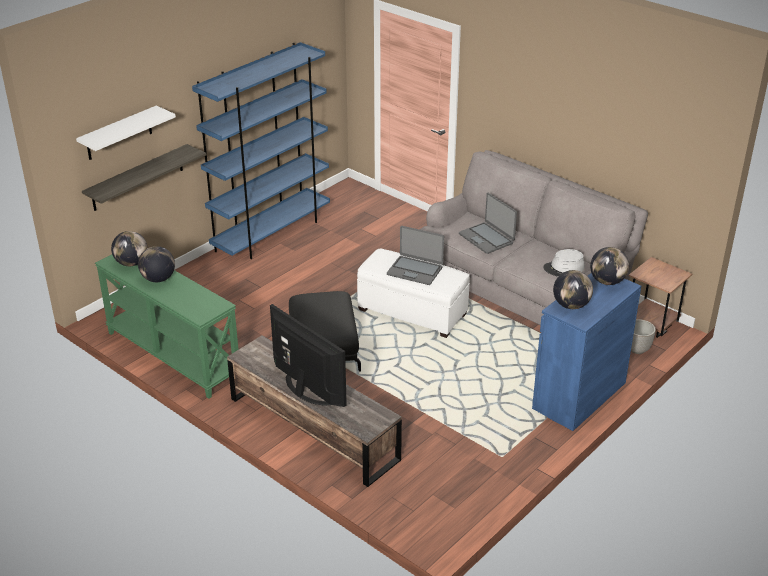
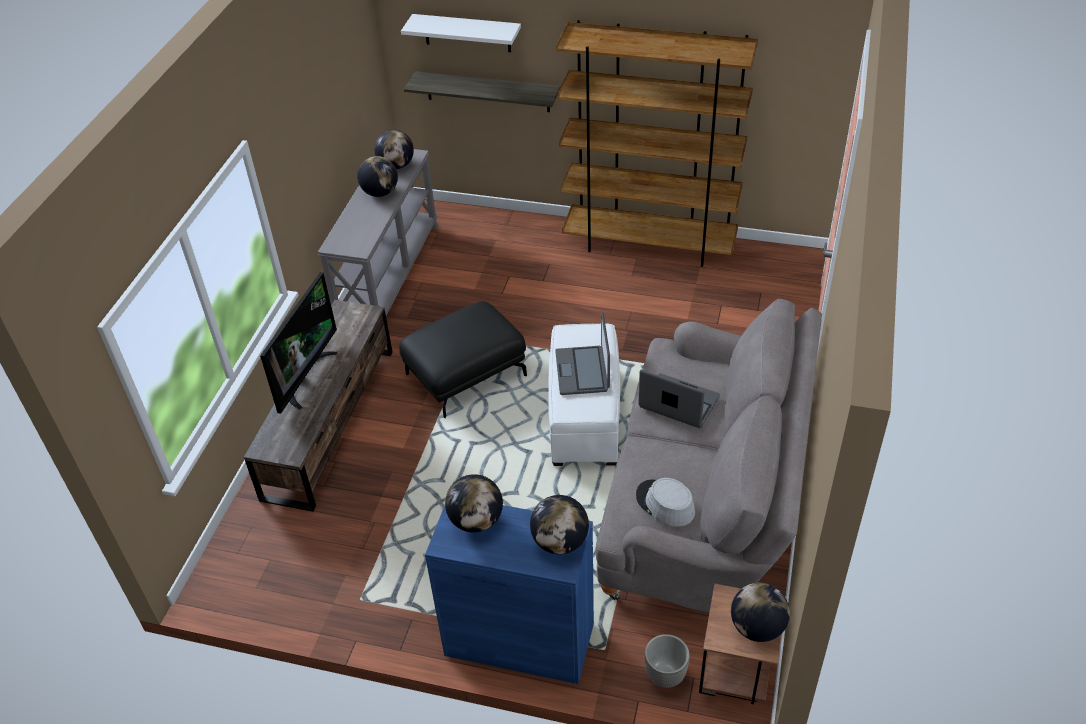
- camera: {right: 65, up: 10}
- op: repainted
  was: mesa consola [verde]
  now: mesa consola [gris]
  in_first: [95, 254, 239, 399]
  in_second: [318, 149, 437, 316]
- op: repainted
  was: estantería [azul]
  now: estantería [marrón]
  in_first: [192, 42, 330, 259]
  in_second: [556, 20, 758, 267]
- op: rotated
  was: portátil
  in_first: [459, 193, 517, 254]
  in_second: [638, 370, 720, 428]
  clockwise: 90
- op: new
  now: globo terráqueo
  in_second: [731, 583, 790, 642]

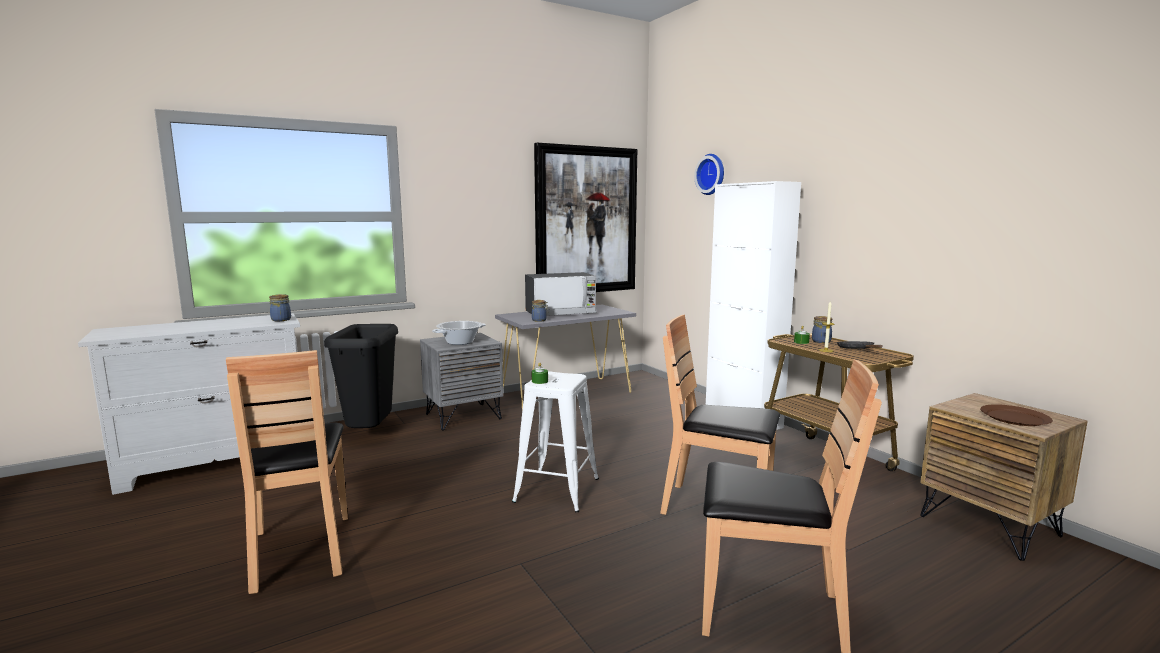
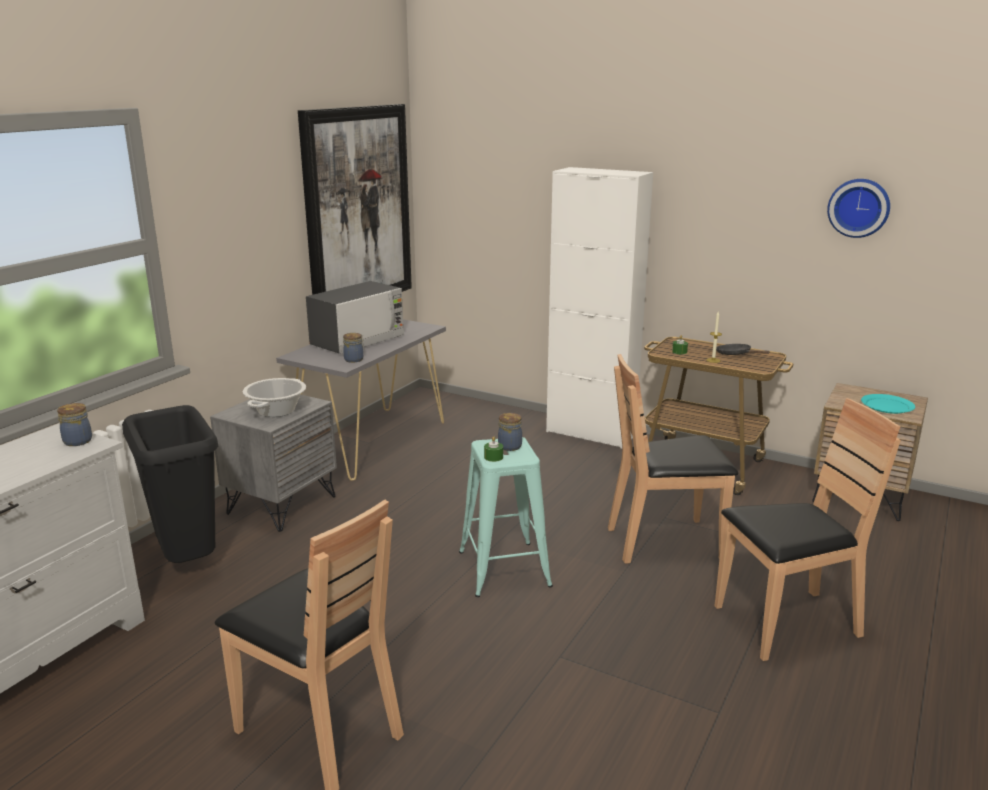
- camera: {right: -30, up: 10}
- op: repainted
  was: taburete [blanco]
  now: taburete [turquesa]
  in_first: [512, 371, 599, 513]
  in_second: [459, 437, 553, 597]
- op: shifted
  was: reloj de pared
  in_first: [694, 154, 724, 195]
  in_second: [827, 179, 890, 238]
- op: shifted
  was: tarro
  in_first: [812, 316, 833, 343]
  in_second: [498, 413, 522, 451]
- op: repainted
  was: plato [marrón]
  now: plato [turquesa]
  in_first: [980, 404, 1053, 426]
  in_second: [861, 394, 915, 414]

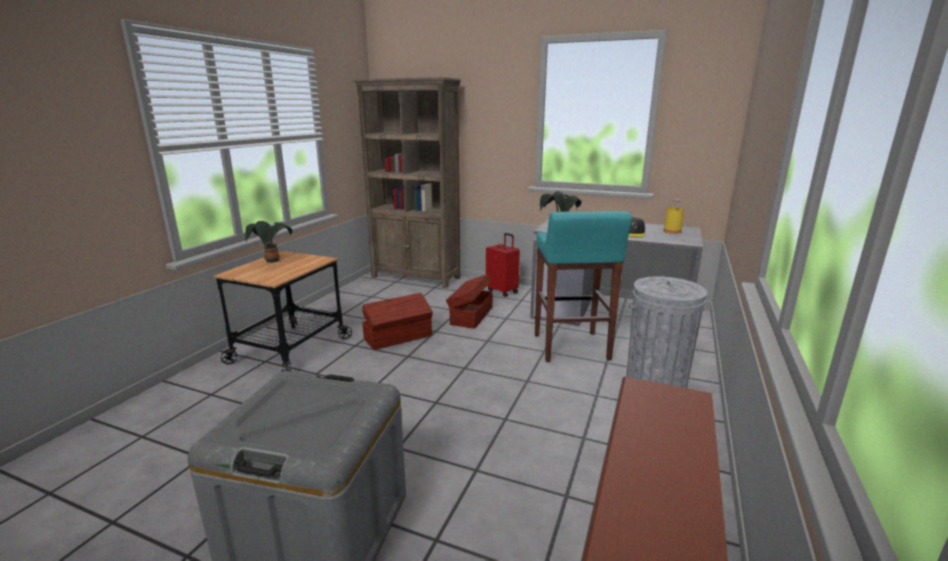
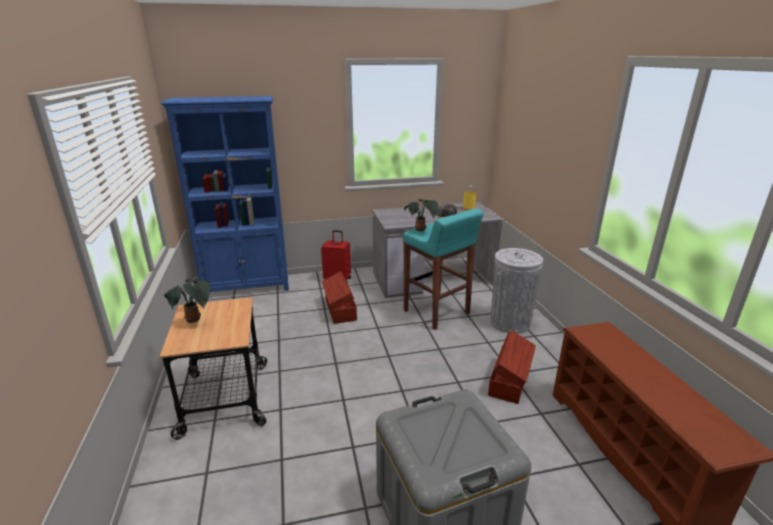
- camera: {right: -35, up: 5}
- op: repainted
  was: estantería [marrón]
  now: estantería [azul]
  in_first: [353, 77, 461, 288]
  in_second: [161, 96, 289, 292]
- op: shifted
  was: caja de almacenaje [marrón]
  in_first: [362, 293, 433, 350]
  in_second: [488, 330, 536, 404]

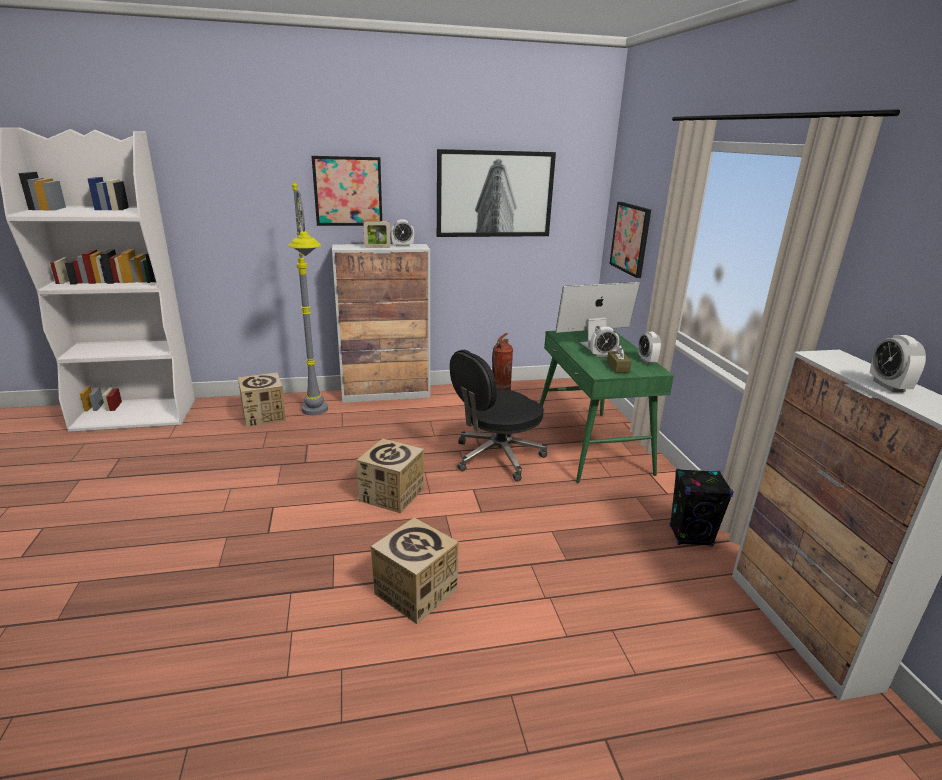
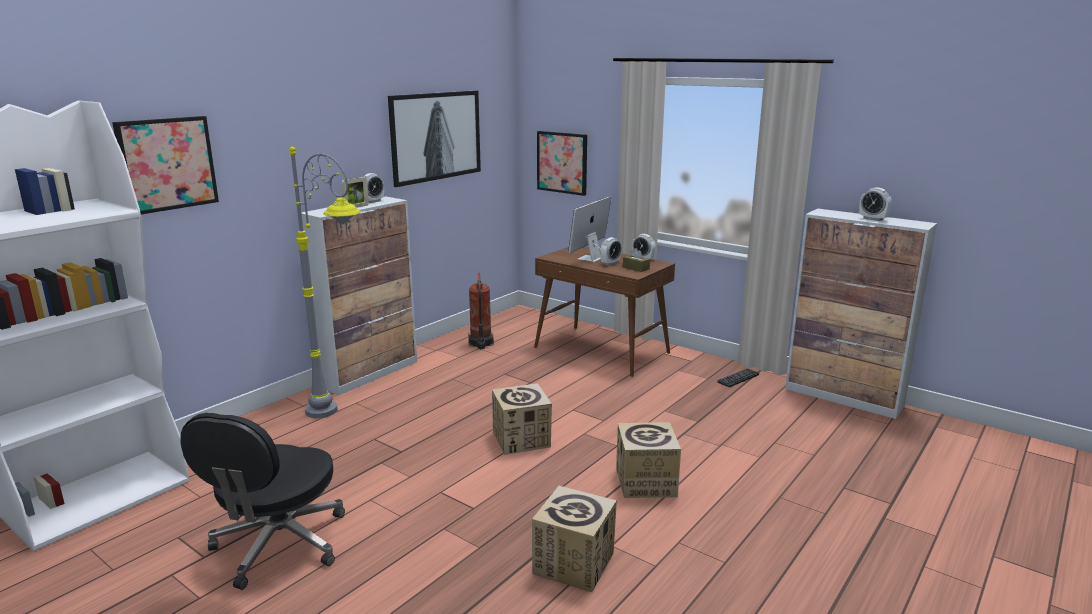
- camera: {right: -40, up: -5}
- op: shifted
  was: caja de cartón
  in_first: [238, 372, 286, 427]
  in_second: [532, 486, 617, 592]
- op: shifted
  was: cuadro
  in_first: [312, 156, 382, 226]
  in_second: [112, 116, 219, 214]
- op: shifted
  was: silla de oficina [negro]
  in_first: [450, 350, 547, 481]
  in_second: [180, 413, 345, 590]
- op: repainted
  was: escritorio [verde]
  now: escritorio [marrón]
  in_first: [540, 330, 674, 483]
  in_second: [534, 247, 675, 377]
- op: swapped
  was: altavoz [negro]
  now: teclado
  in_first: [670, 469, 733, 547]
  in_second: [717, 368, 759, 387]

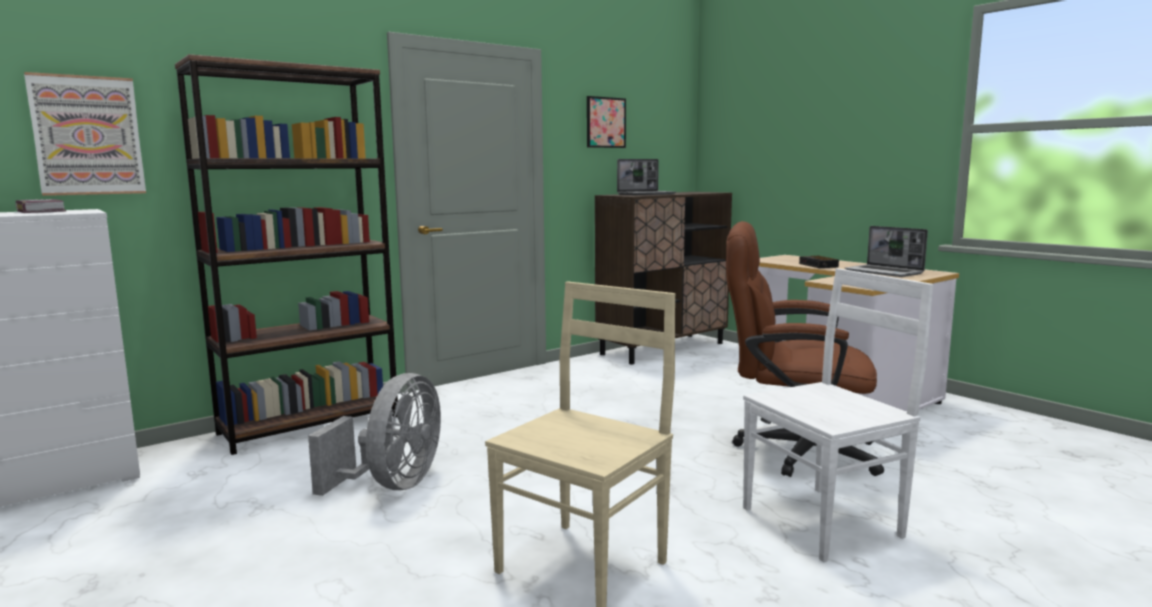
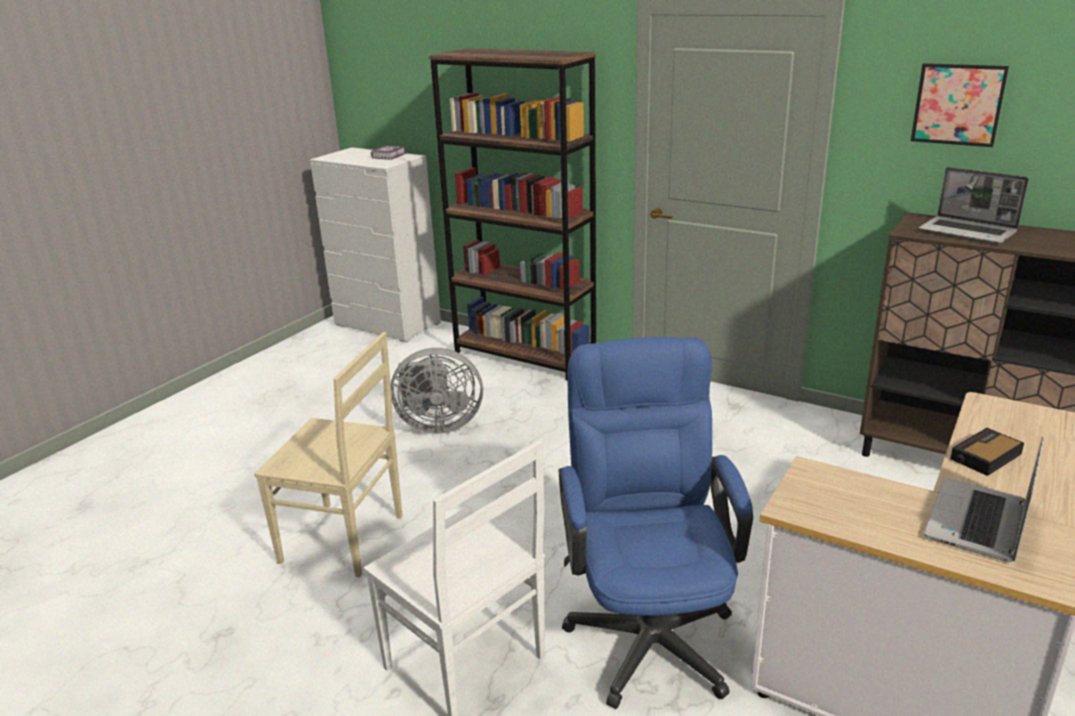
- camera: {right: 70, up: 15}
- op: gone
  was: cuadro
  in_first: [24, 72, 146, 196]
- op: repainted
  was: silla de oficina [marrón]
  now: silla de oficina [azul]
  in_first: [726, 221, 884, 477]
  in_second: [559, 337, 753, 709]

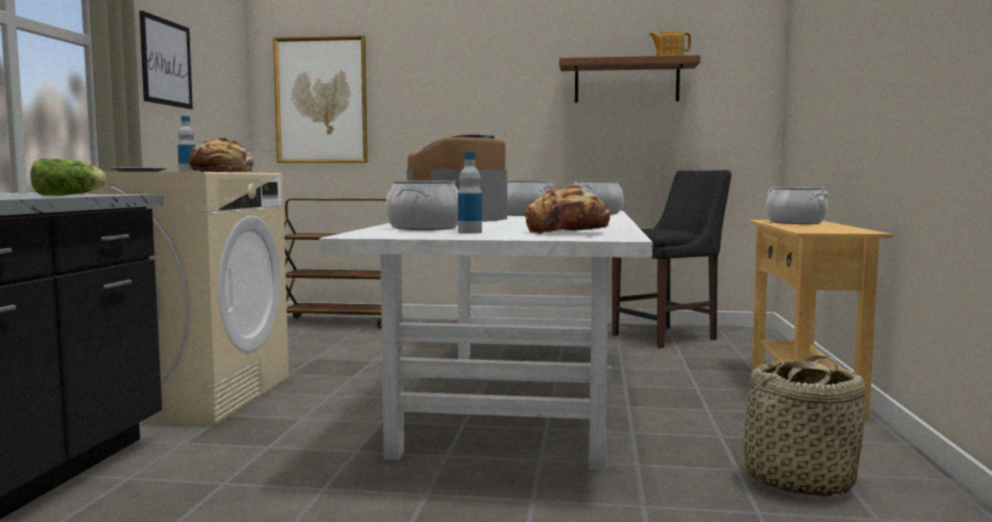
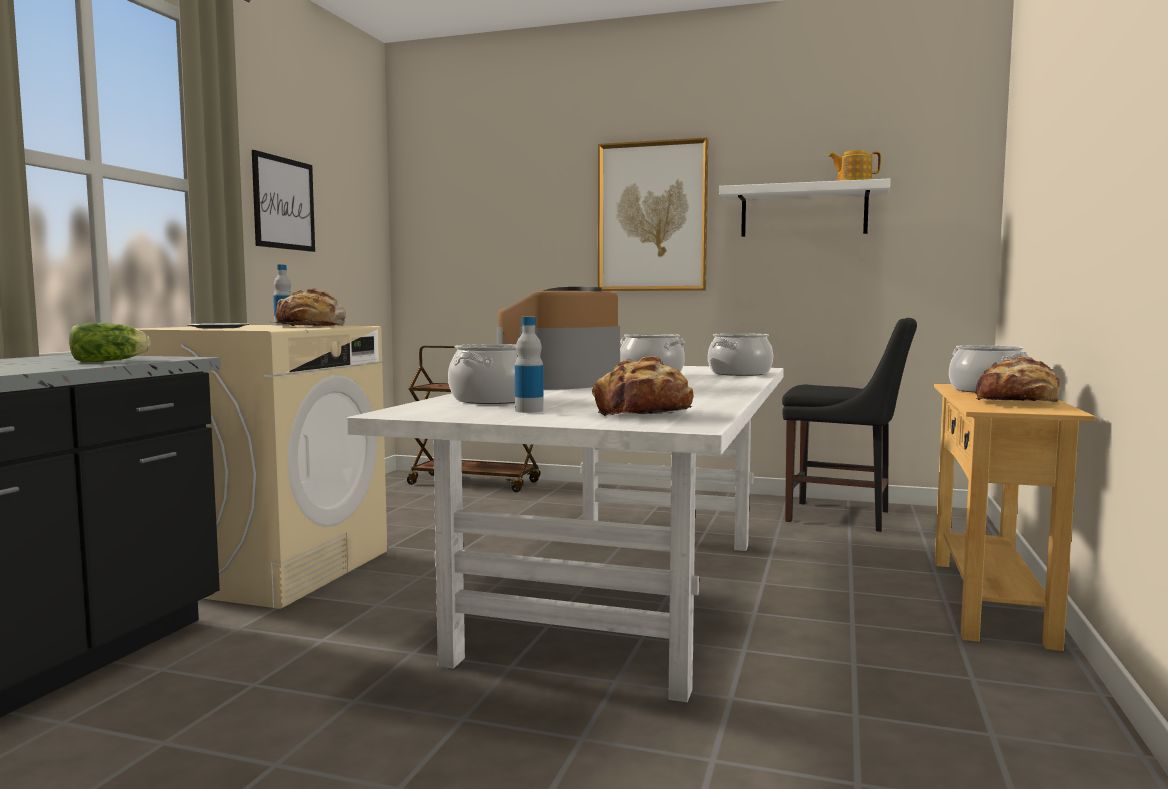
- camera: {right: 10, up: 0}
- op: shifted
  was: cuadro
  in_first: [273, 35, 368, 163]
  in_second: [598, 137, 708, 291]
- op: repainted
  was: estante [marrón]
  now: estante [blanco]
  in_first: [559, 55, 700, 103]
  in_second: [719, 178, 890, 237]
- op: rotated
  was: silla [negro]
  in_first: [612, 170, 732, 348]
  in_second: [782, 318, 917, 532]
  clockwise: 45
- op: gone
  was: cesta
  in_first: [731, 355, 866, 498]
- op: new
  now: pan
  in_second: [975, 357, 1060, 403]

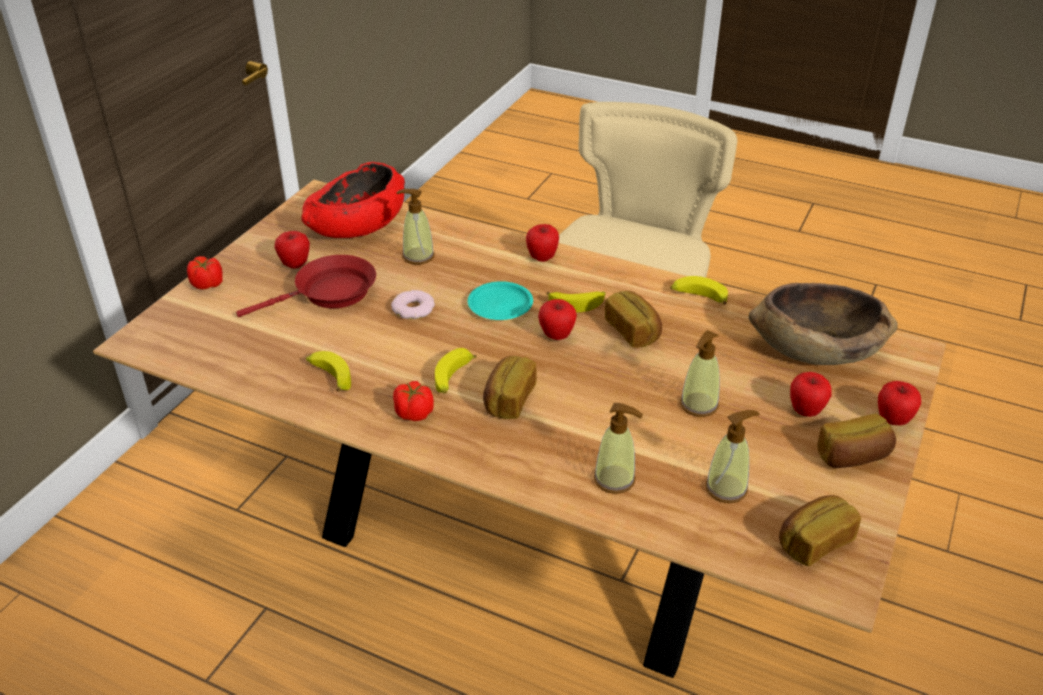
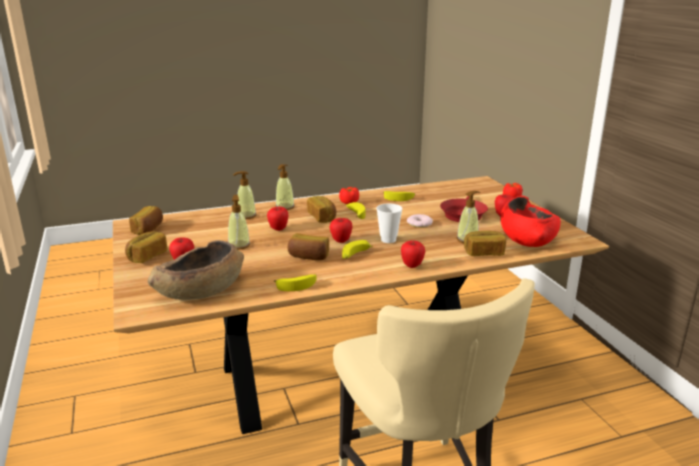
- camera: {right: 135, up: -15}
- op: swapped
  was: plato [turquesa]
  now: taza
  in_first: [468, 281, 533, 320]
  in_second: [376, 203, 402, 243]
- op: shifted
  was: dispensador de jabón
  in_first: [706, 410, 760, 503]
  in_second: [275, 164, 295, 210]
- op: shifted
  was: manzana
  in_first: [878, 381, 921, 425]
  in_second: [267, 206, 289, 231]
- op: new
  now: pan
  in_second: [464, 231, 506, 256]

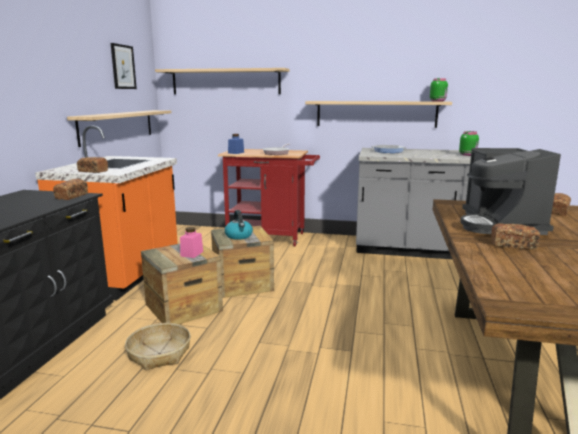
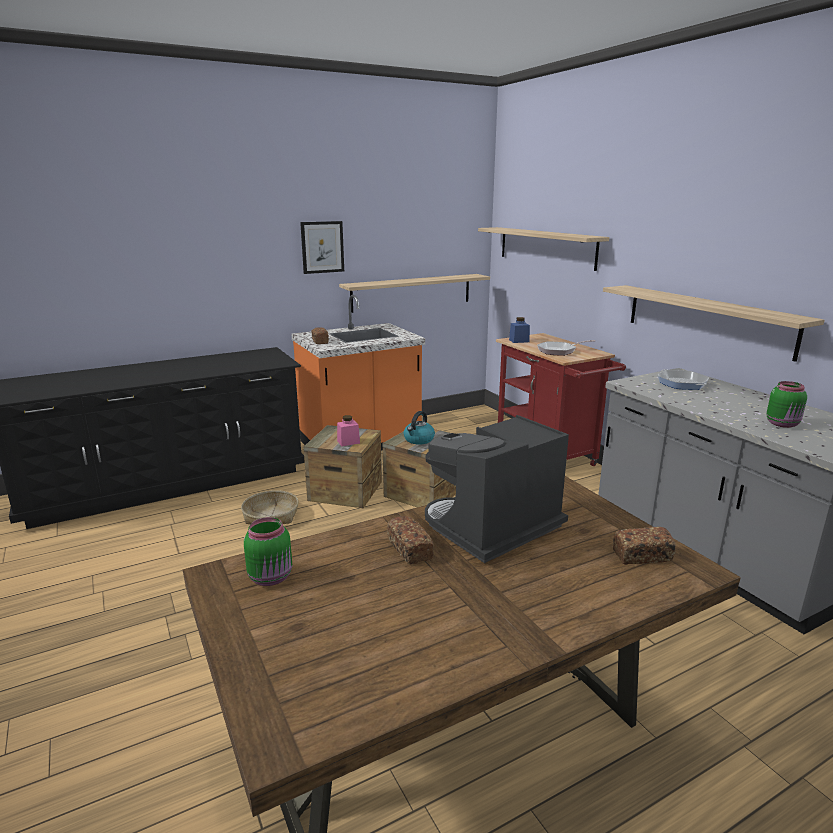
- camera: {right: 50, up: 5}
- op: gone
  was: pan
  in_first: [53, 179, 88, 200]
- op: shifted
  was: cuadro
  in_first: [111, 43, 137, 89]
  in_second: [300, 221, 344, 274]
- op: shifted
  was: tarro [verde]
  in_first: [430, 78, 448, 102]
  in_second: [244, 517, 292, 586]

